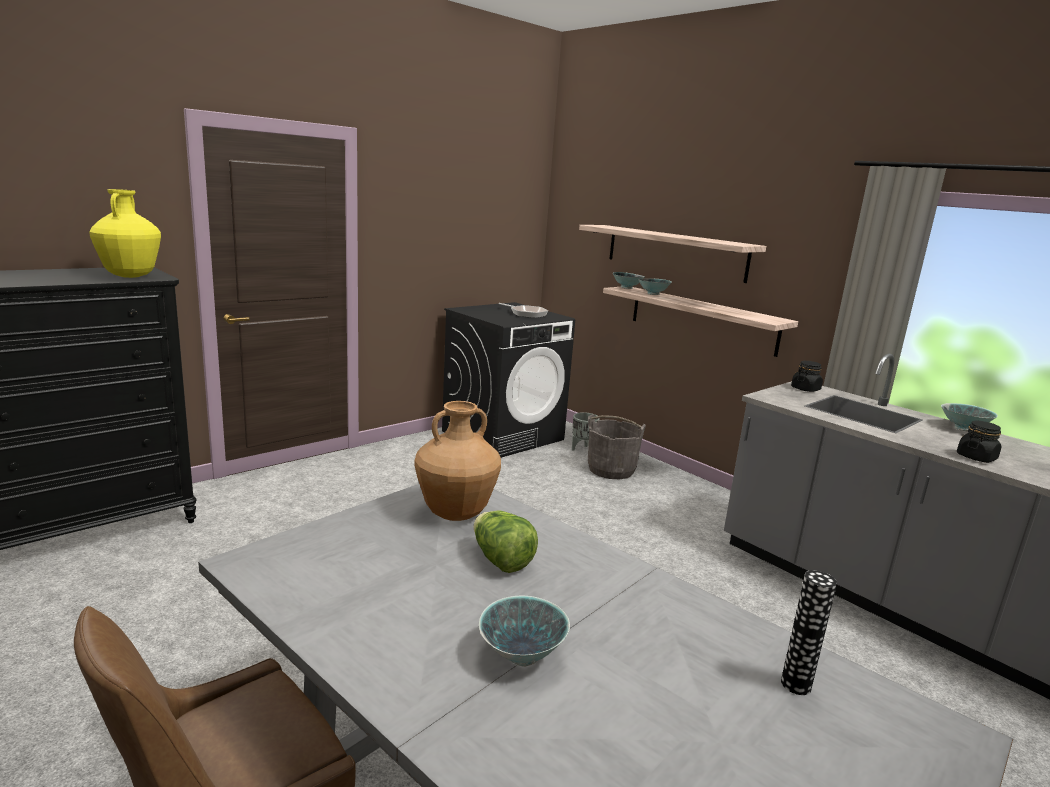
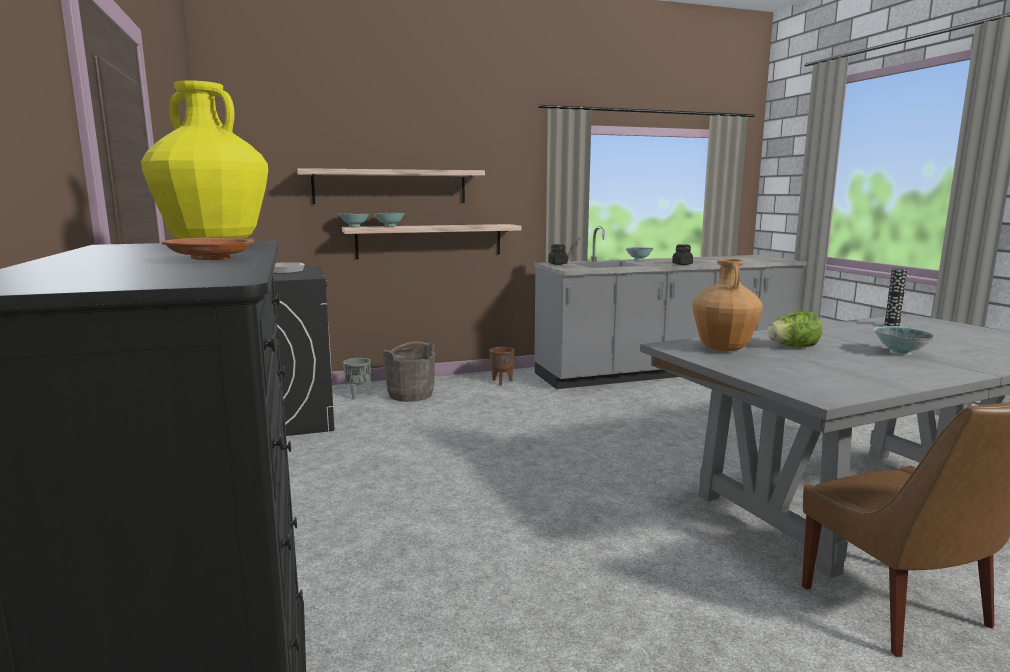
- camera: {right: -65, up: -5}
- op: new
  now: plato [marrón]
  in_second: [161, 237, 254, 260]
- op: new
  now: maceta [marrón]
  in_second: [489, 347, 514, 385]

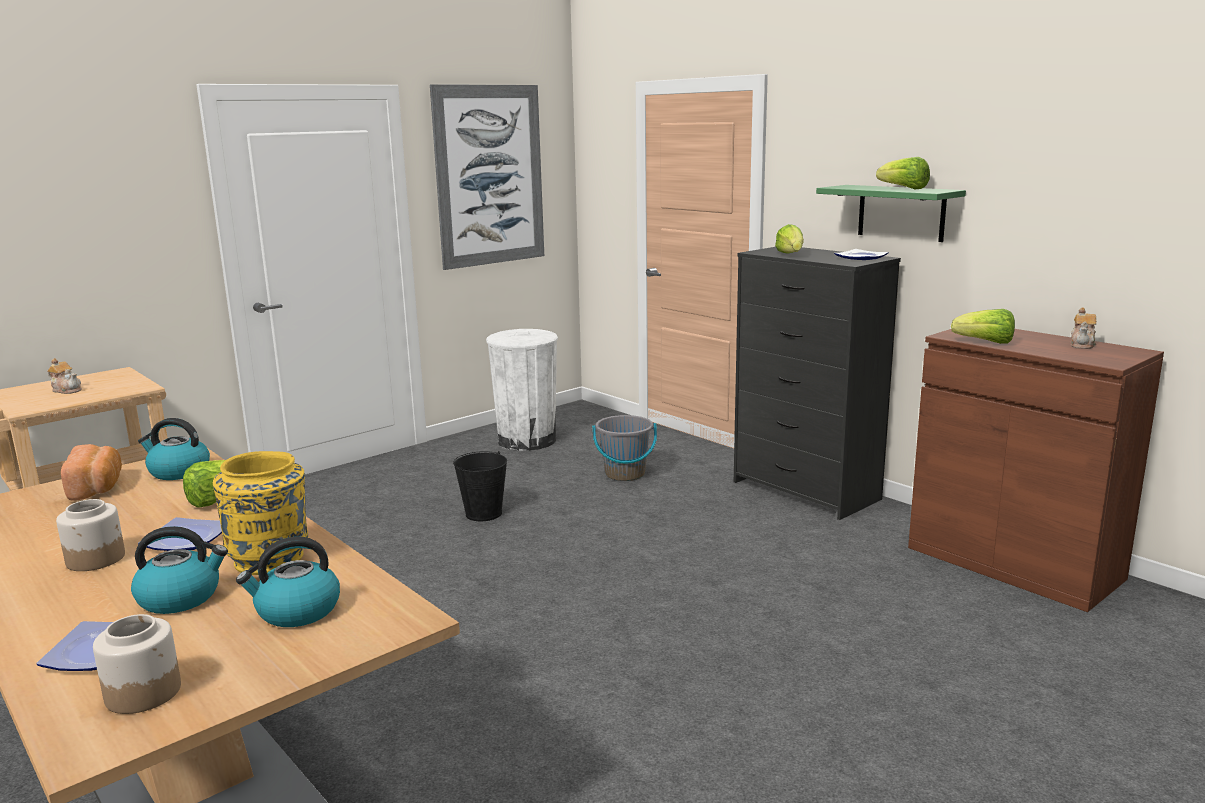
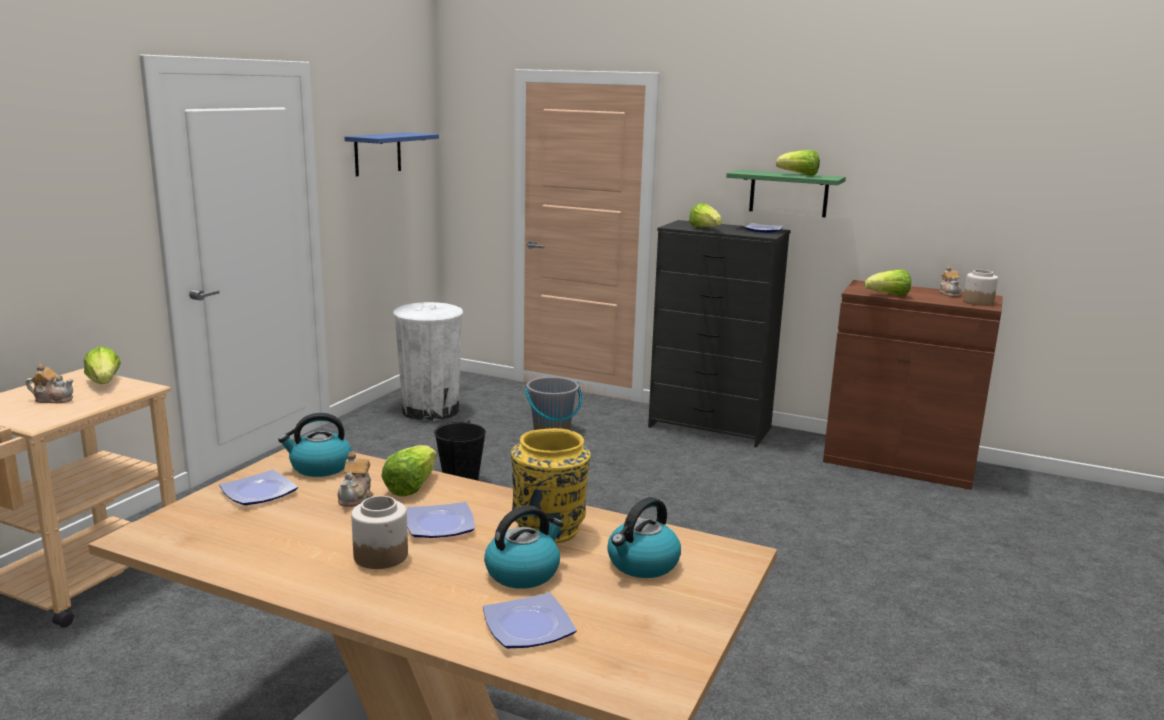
- camera: {right: -25, up: 0}
- op: swapped
  was: pan
  now: plato
  in_first: [61, 444, 122, 501]
  in_second: [219, 469, 298, 505]
- op: shifted
  was: tarro
  in_first: [93, 614, 181, 714]
  in_second: [963, 270, 998, 306]
- op: swapped
  was: cuadro
  now: estante [azul]
  in_first: [430, 84, 544, 270]
  in_second: [345, 133, 439, 176]
- op: new
  now: lechuga
  in_second: [84, 347, 121, 384]
- op: new
  now: tetera
  in_second: [337, 452, 373, 507]

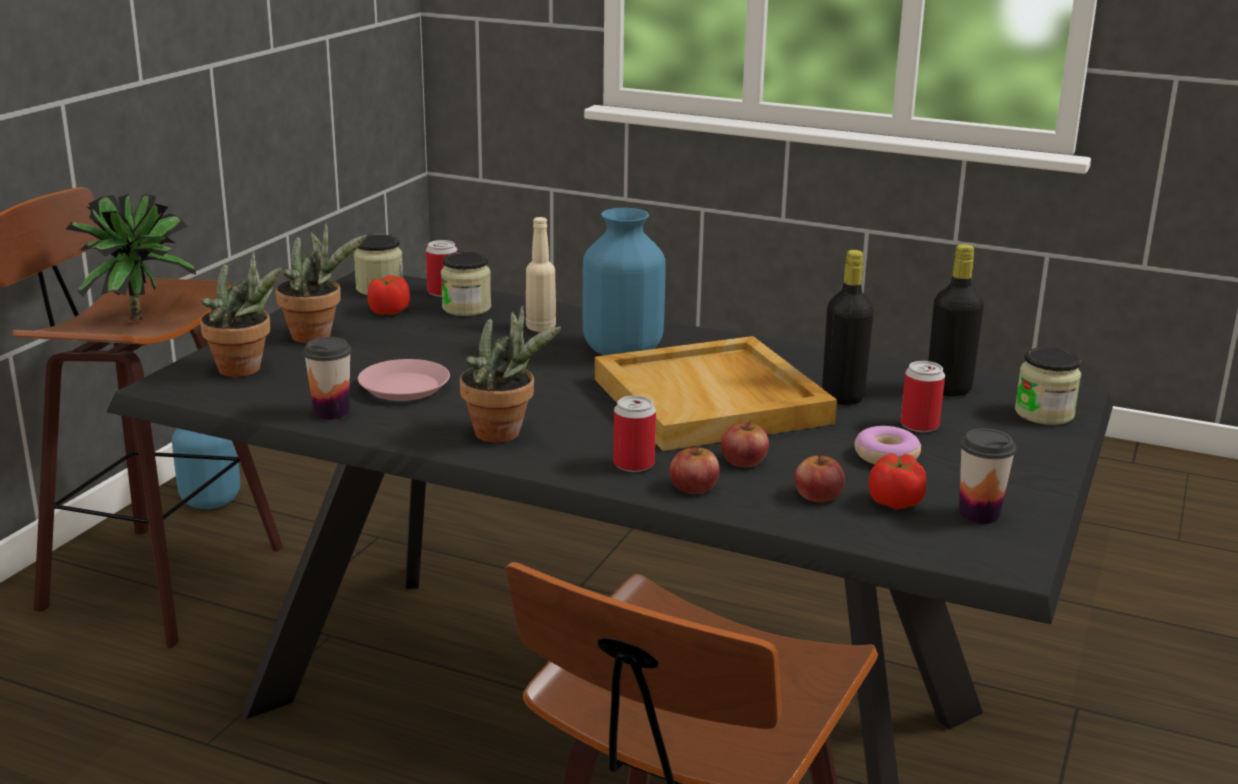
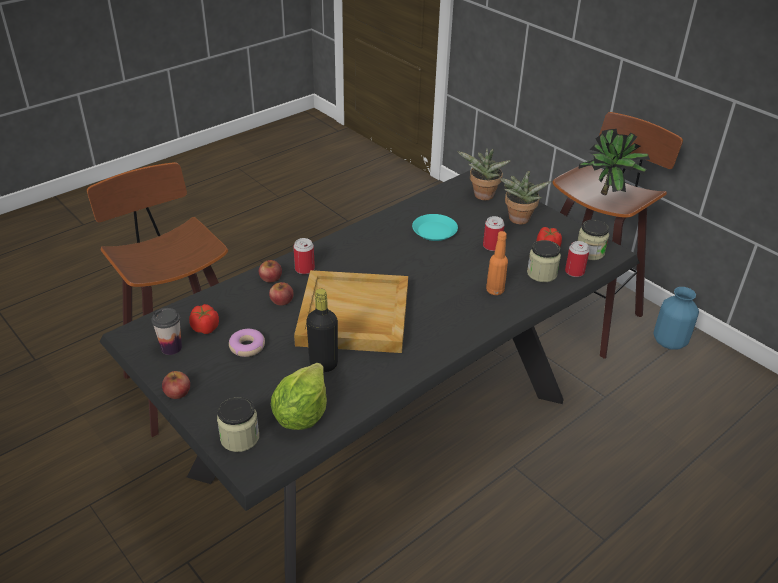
- camera: {right: 115, up: 15}
- op: gone
  was: taza
  in_first: [303, 337, 351, 420]
- op: repainted
  was: plato [rosa]
  now: plato [turquesa]
  in_first: [358, 359, 450, 401]
  in_second: [412, 214, 458, 241]
- op: gone
  was: planta en maceta
  in_first: [460, 305, 561, 443]
- op: repainted
  was: botella [beis]
  now: botella [naranja]
  in_first: [526, 217, 556, 332]
  in_second: [486, 231, 508, 295]
- op: gone
  was: florero [azul]
  in_first: [583, 208, 666, 355]
- op: shifted
  was: manzana
  in_first: [794, 454, 845, 502]
  in_second: [162, 371, 190, 399]
- op: shifted
  was: lata
  in_first: [900, 361, 945, 432]
  in_second: [483, 216, 505, 251]
- op: swapped
  was: botella [negro]
  now: lechuga
  in_first: [928, 244, 984, 396]
  in_second: [271, 363, 327, 430]

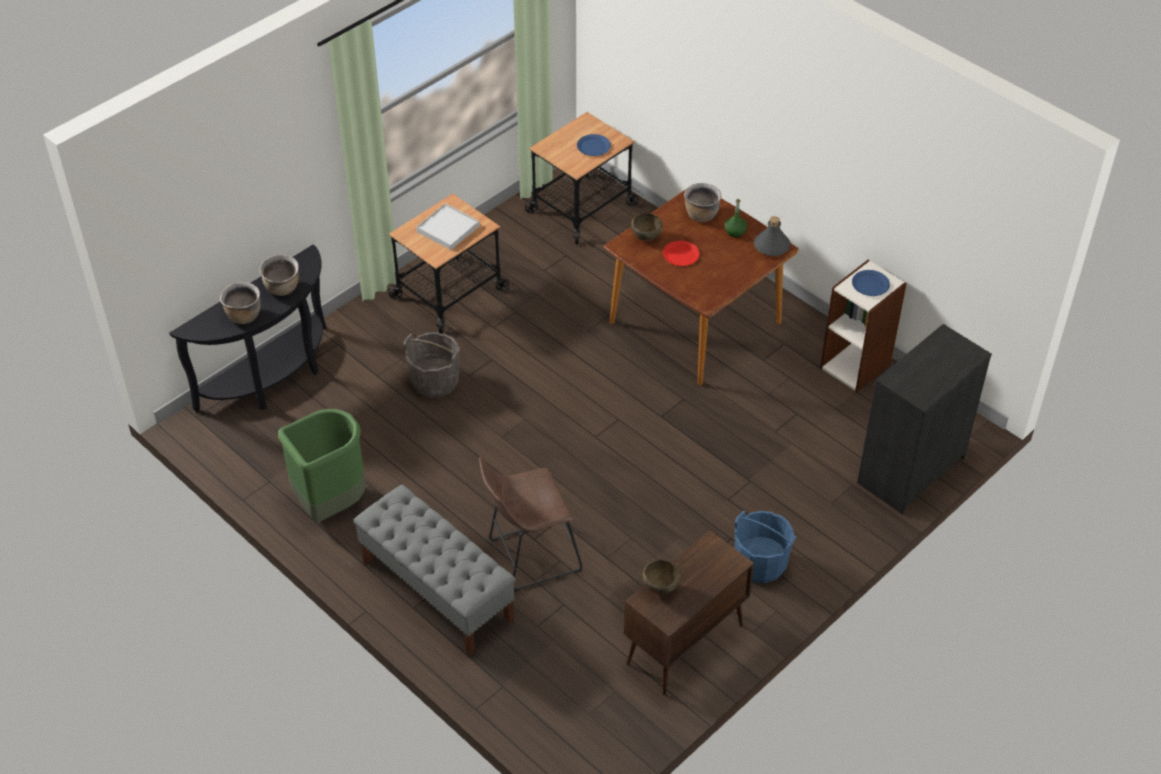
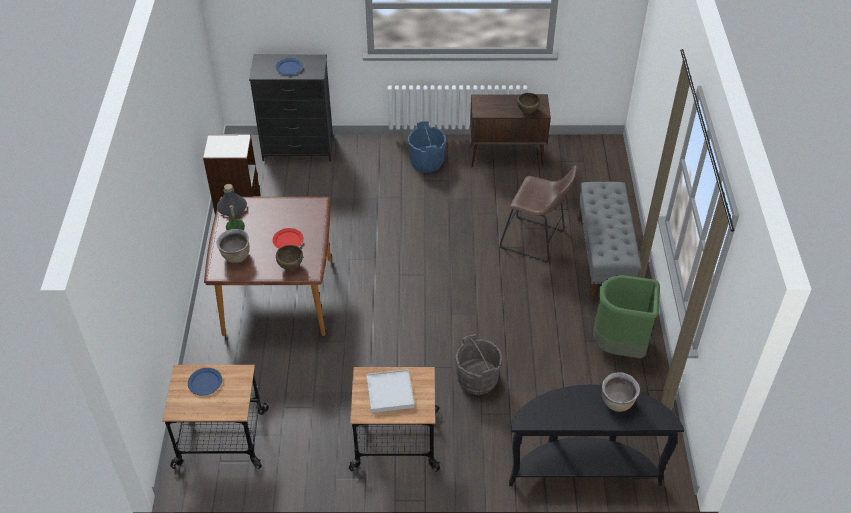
- camera: {right: -135, up: 0}
- op: gone
  was: olla [marrón]
  in_first: [259, 255, 299, 296]
- op: shifted
  was: plato [azul]
  in_first: [852, 270, 890, 296]
  in_second: [276, 58, 303, 75]

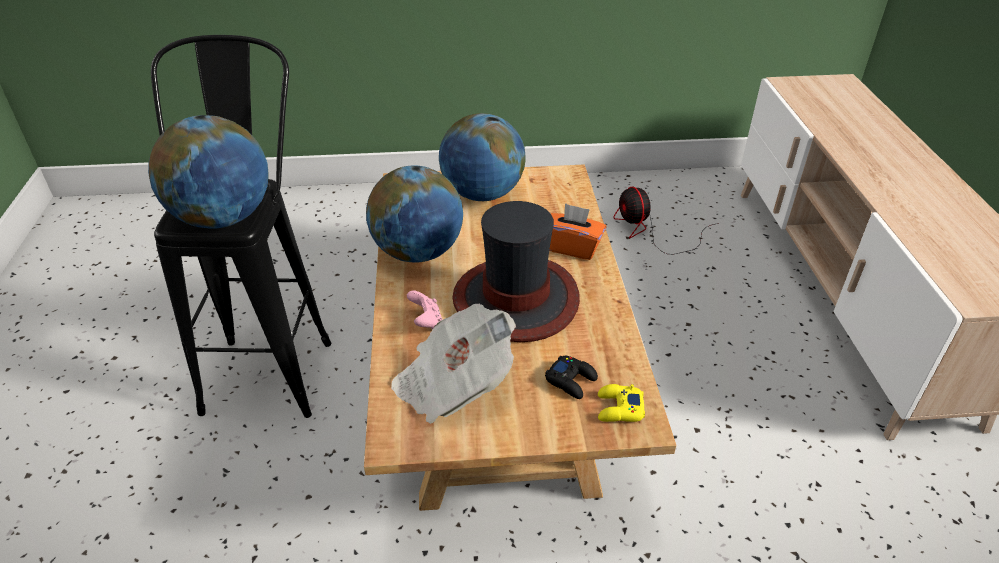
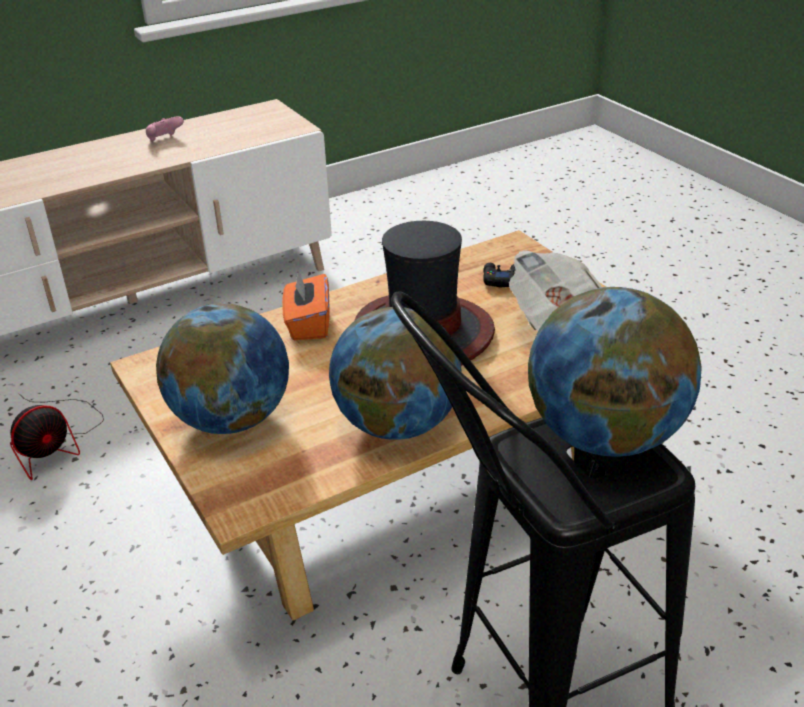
- camera: {right: -115, up: -5}
- op: shifted
  was: mando de consola [rosa]
  in_first: [407, 290, 443, 329]
  in_second: [146, 116, 184, 141]
- op: gone
  was: mando de consola [amarillo]
  in_first: [598, 384, 645, 422]

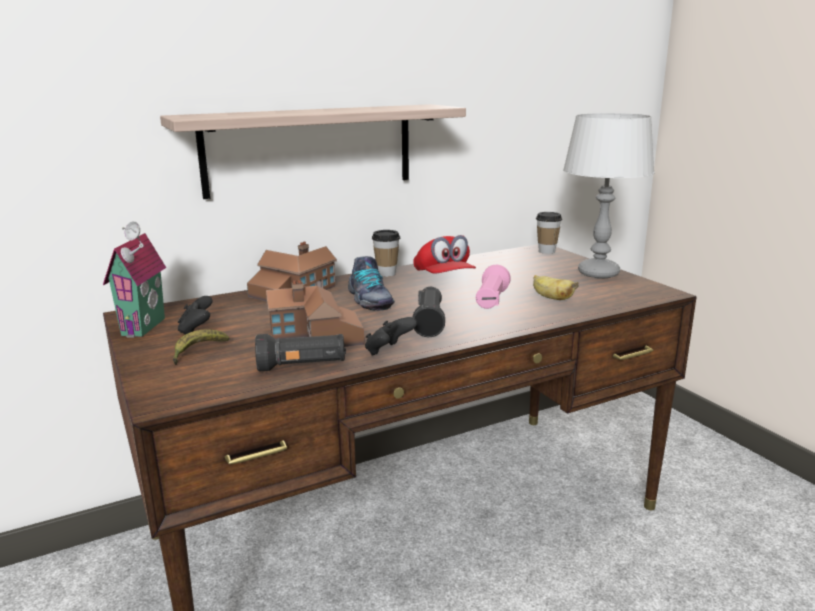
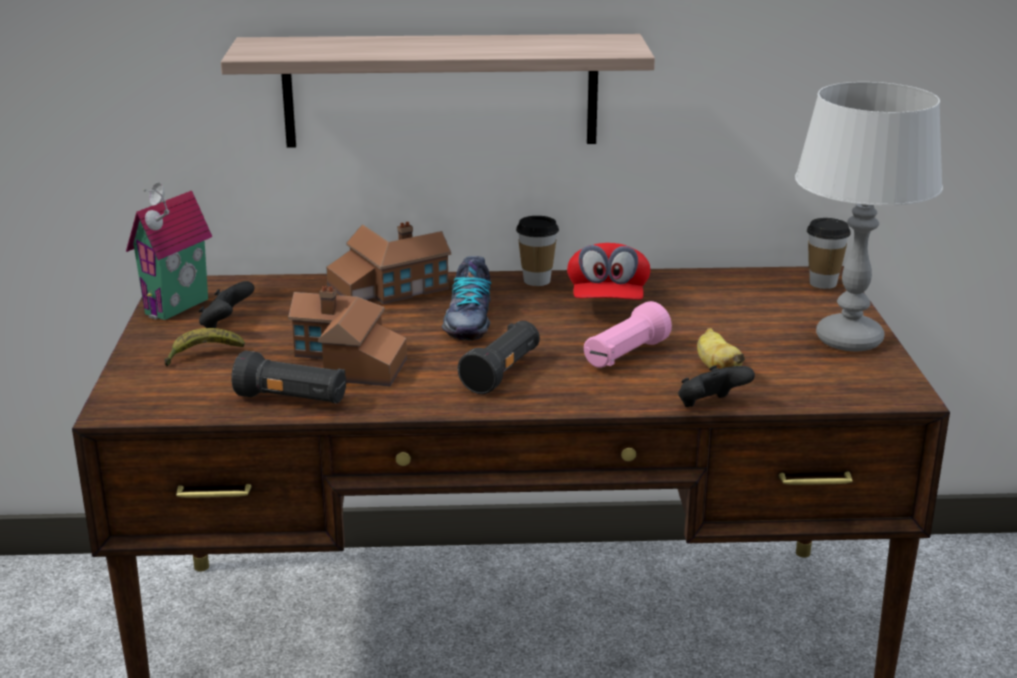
- camera: {right: 25, up: 5}
- op: shifted
  was: mando de consola [negro]
  in_first: [365, 317, 417, 356]
  in_second: [678, 365, 755, 407]

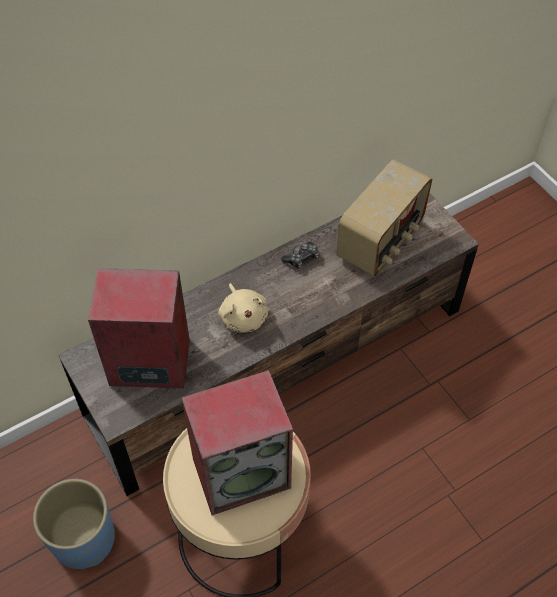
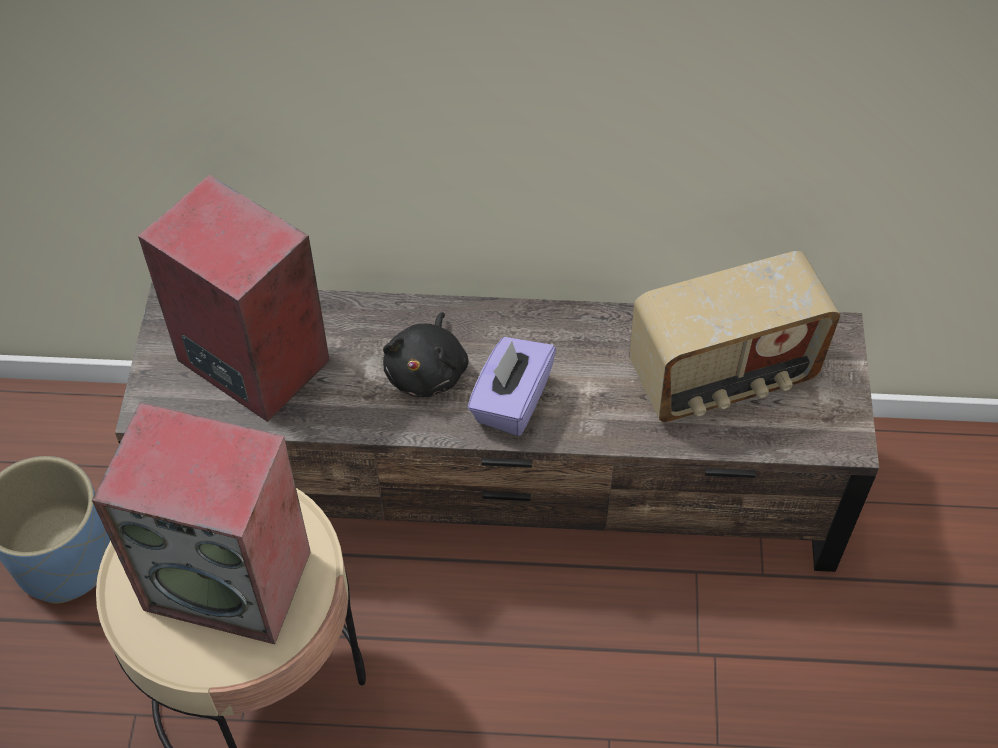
- camera: {right: 35, up: 0}
- op: repainted
  was: peluche [beis]
  now: peluche [negro]
  in_first: [218, 283, 268, 333]
  in_second: [383, 312, 469, 397]
- op: gone
  was: mando de consola
  in_first: [281, 242, 319, 269]
- op: new
  now: caja de pañuelos [morado]
  in_second: [468, 337, 556, 436]

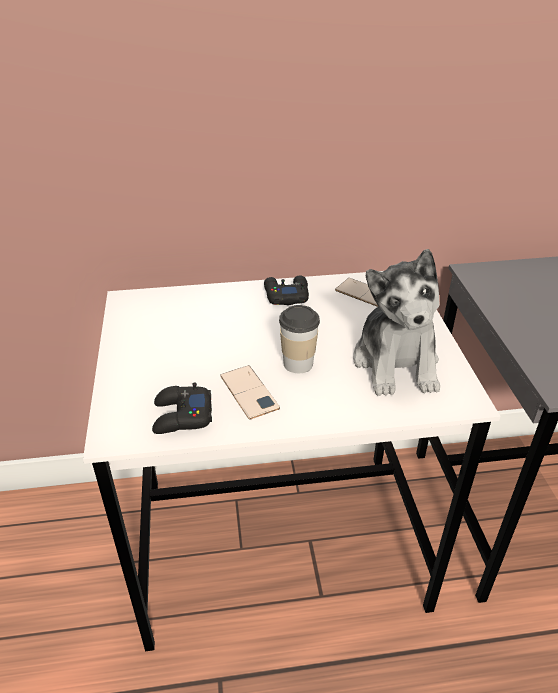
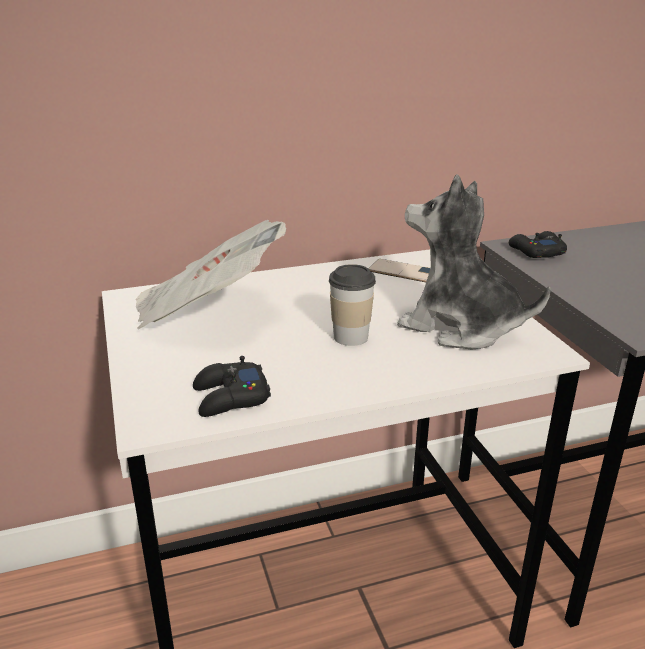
- camera: {right: -10, up: -10}
- op: gone
  was: móvil
  in_first: [220, 365, 280, 420]
- op: shifted
  was: mando de consola [negro]
  in_first: [264, 275, 309, 305]
  in_second: [509, 231, 567, 258]
- op: rotated
  was: peluche
  in_first: [353, 249, 440, 396]
  in_second: [397, 174, 551, 349]
  clockwise: 135
- op: new
  now: periódico
  in_second: [136, 220, 286, 329]

